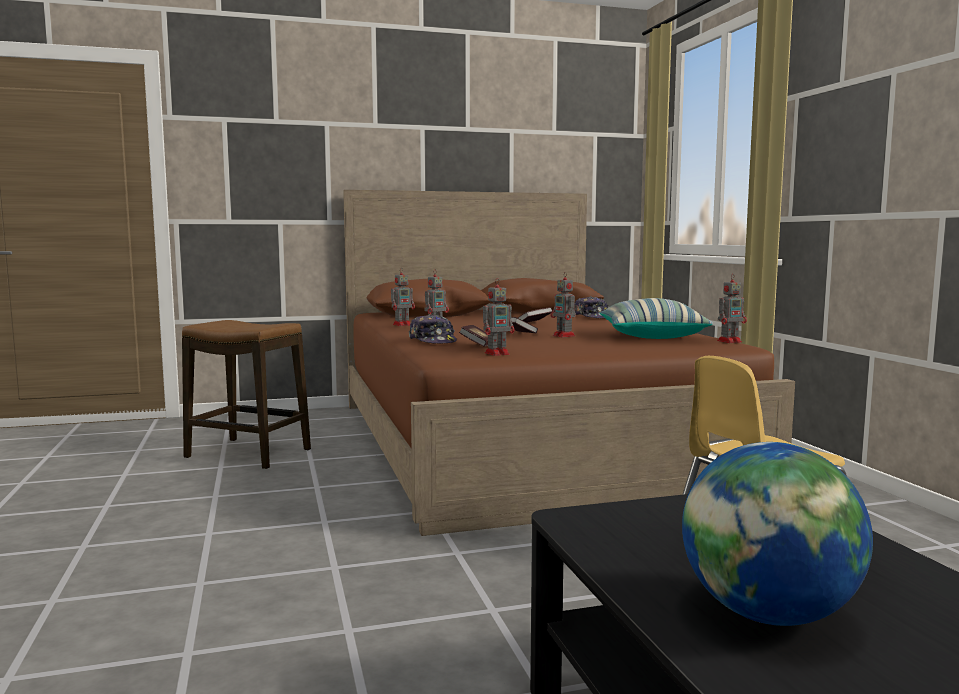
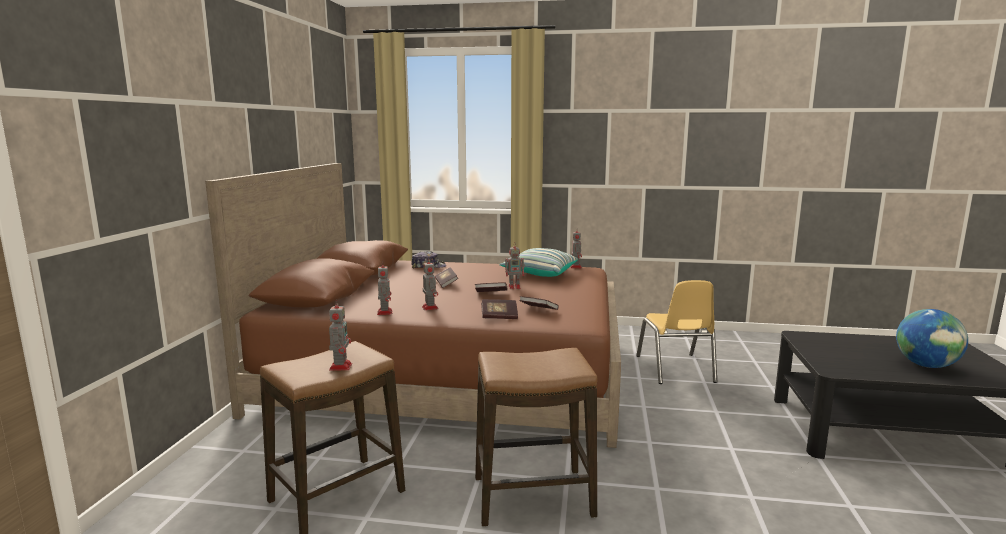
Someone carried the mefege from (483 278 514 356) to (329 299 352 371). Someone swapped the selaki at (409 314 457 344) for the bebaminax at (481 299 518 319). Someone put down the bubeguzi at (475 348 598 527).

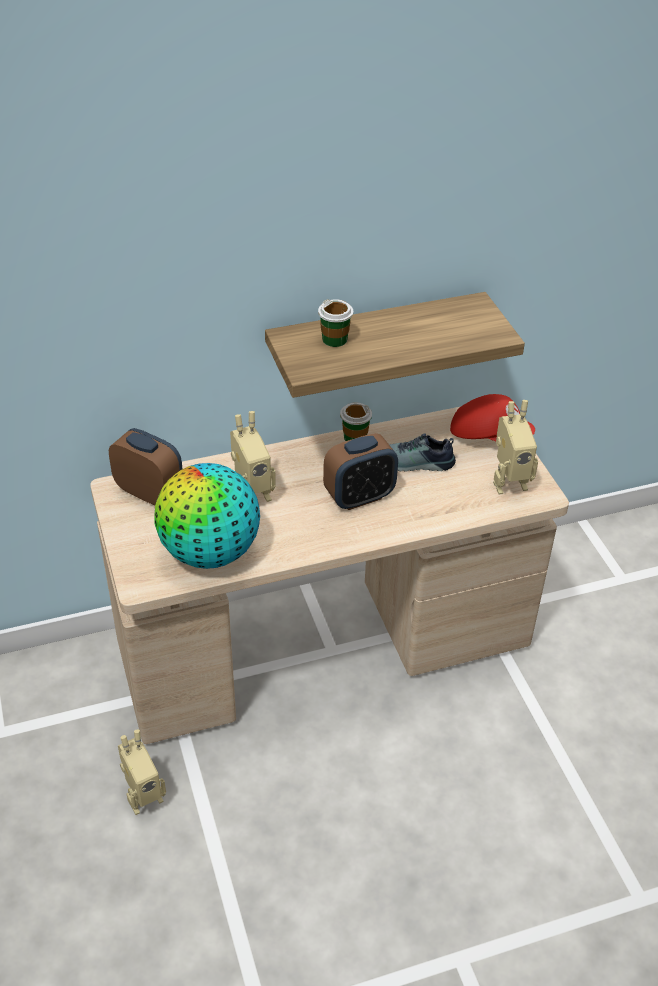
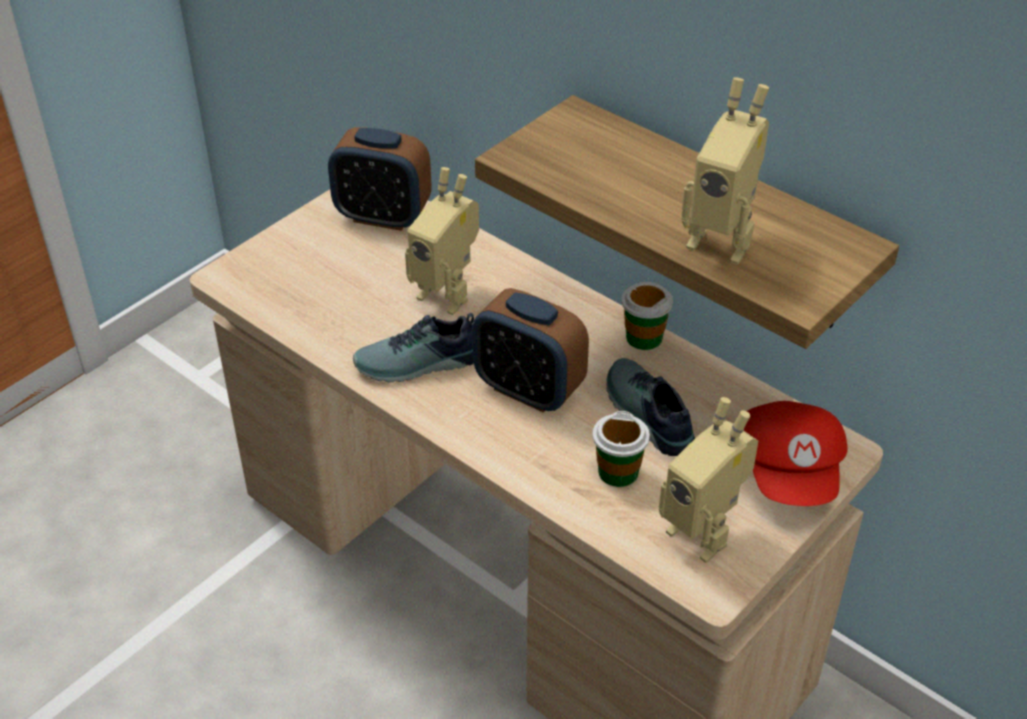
Someone carried the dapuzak from (318 299 353 347) to (593 411 650 487). Someone rotated the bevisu at (109 428 182 505) by 105 degrees clockwise. Someone took away the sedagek at (155 463 260 569). Someone carried the mefege from (118 729 166 815) to (681 77 769 265). Someone put down the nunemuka at (353 313 474 383).

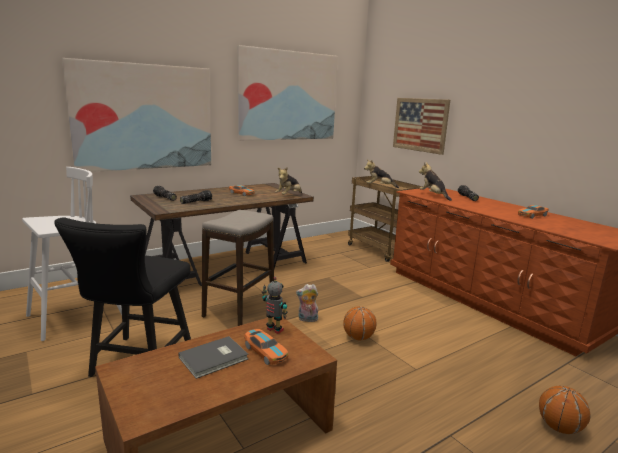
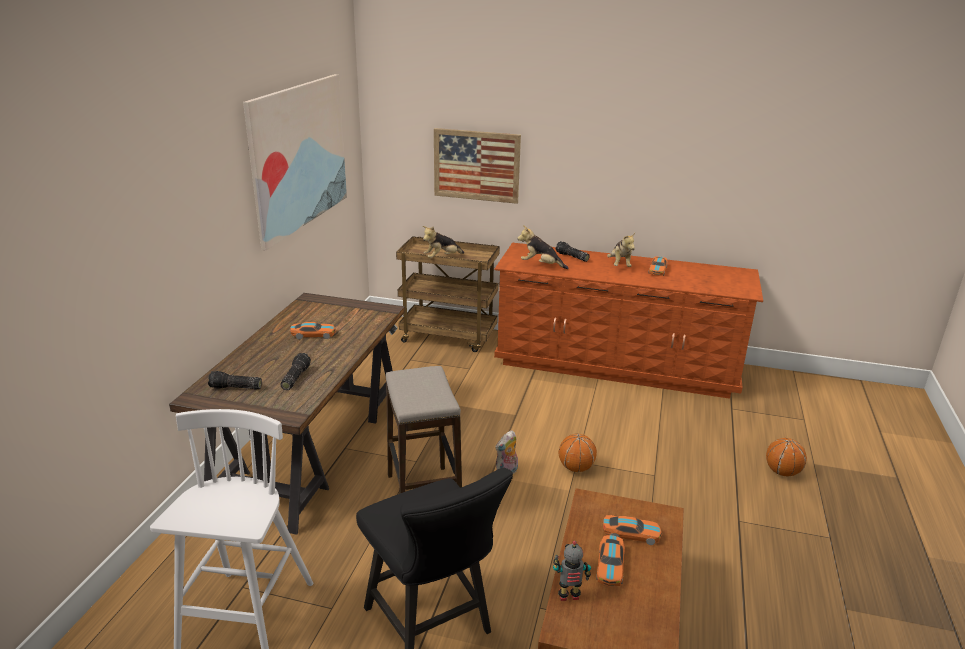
Someone took away the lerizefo at (62 58 211 172). Someone carried the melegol from (275 168 302 195) to (607 233 635 267). Someone carried the mefege from (262 277 288 334) to (553 541 591 601). Someone swapped the grey_bebaminax at (178 336 248 379) for the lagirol at (596 535 625 586).

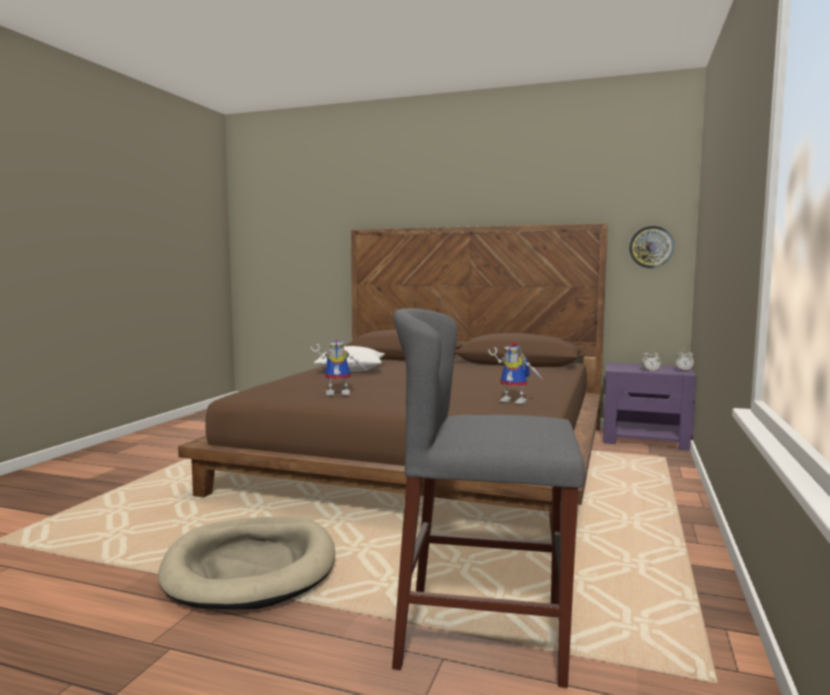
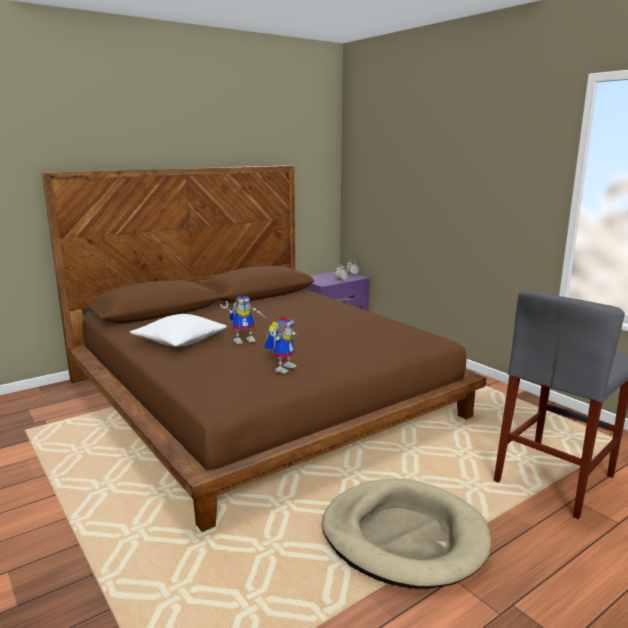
Someone took away the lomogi at (629 226 674 268). Someone carried the mefege from (488 343 544 404) to (220 295 267 344).

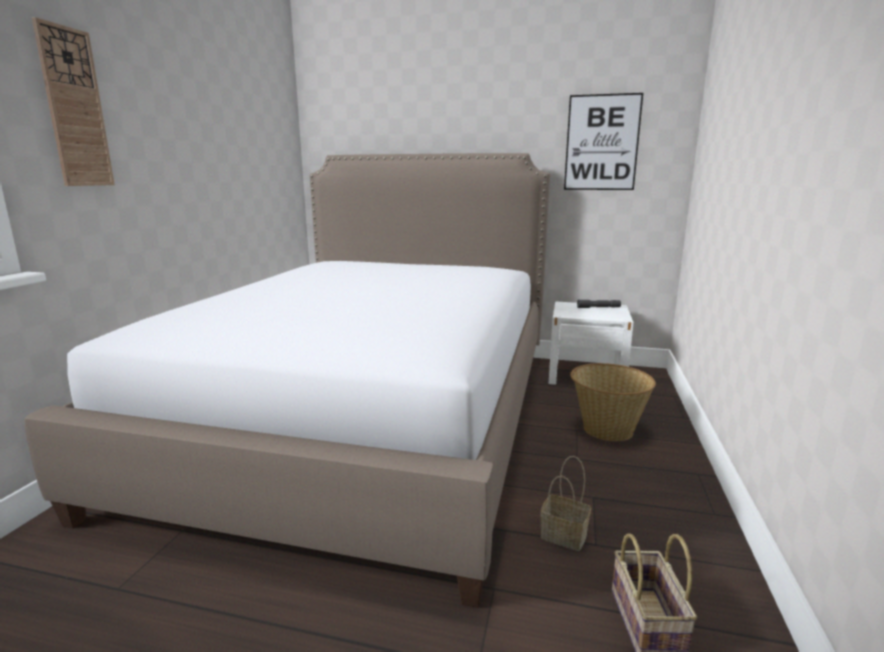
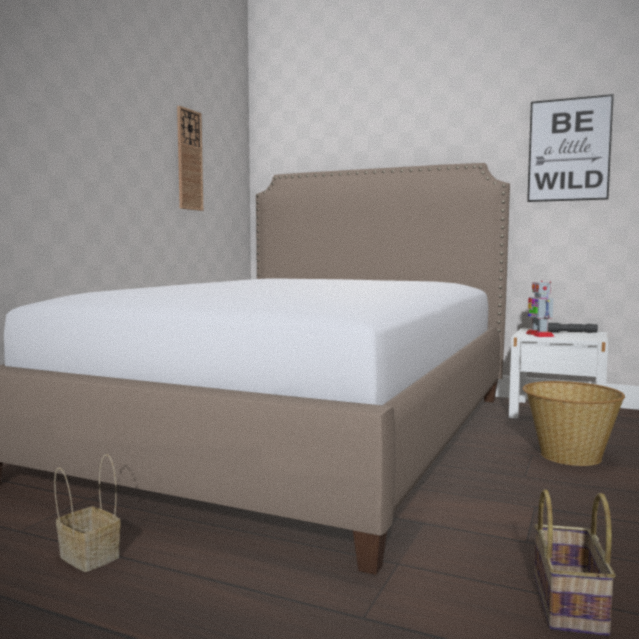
Someone carried the lomogi from (32 17 115 186) to (177 106 203 211). Someone carried the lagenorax from (540 456 591 551) to (54 454 121 572). Someone put down the mefege at (525 281 554 337).

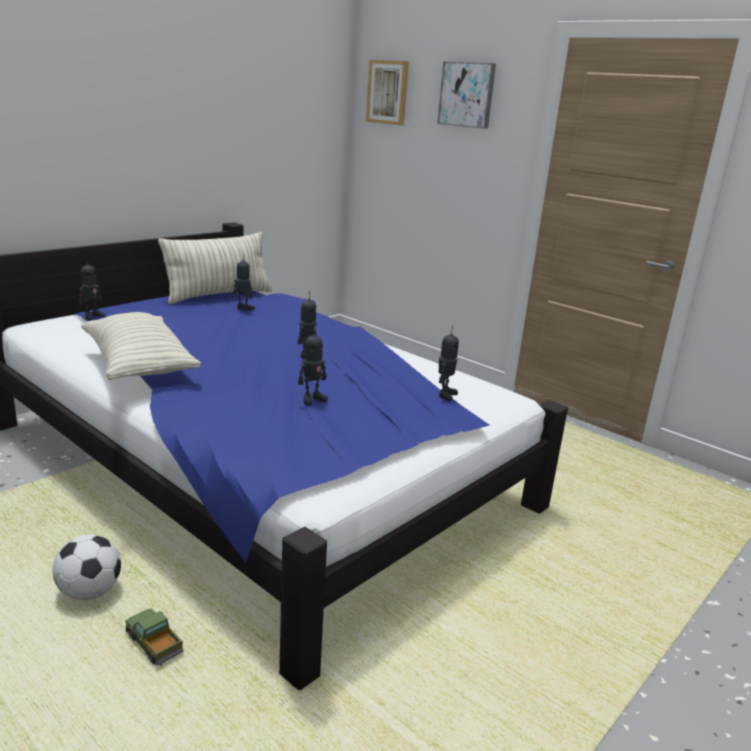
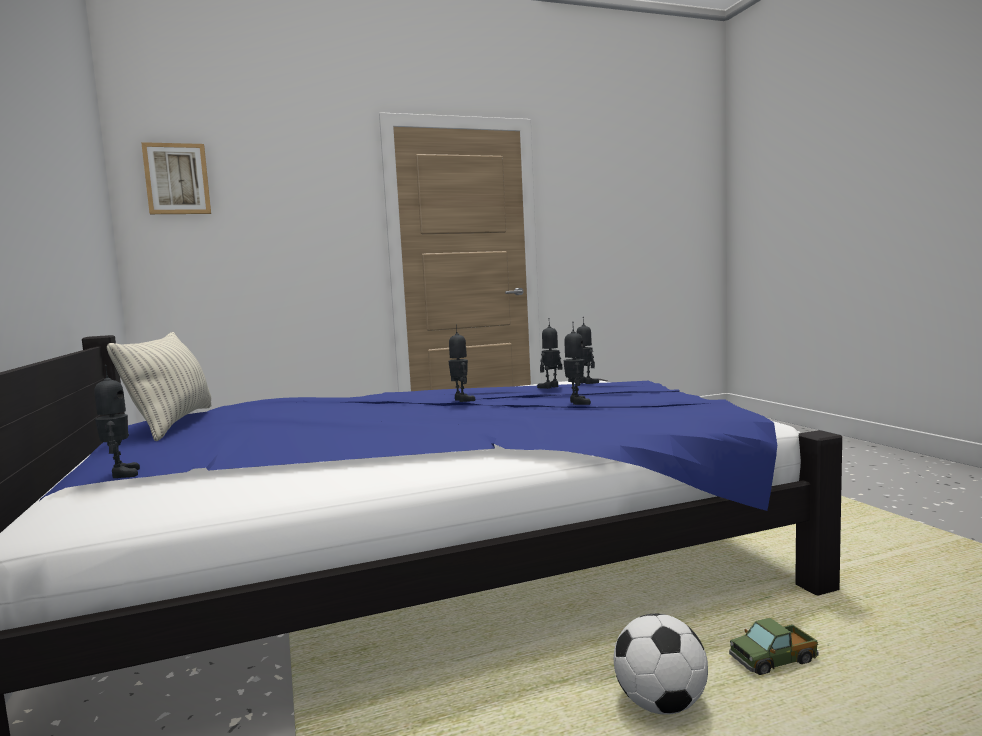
Someone took away the lerizefo at (437 62 496 129). Someone carried the mefege from (233 254 255 311) to (537 318 563 389). Someone took away the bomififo at (81 312 201 380).

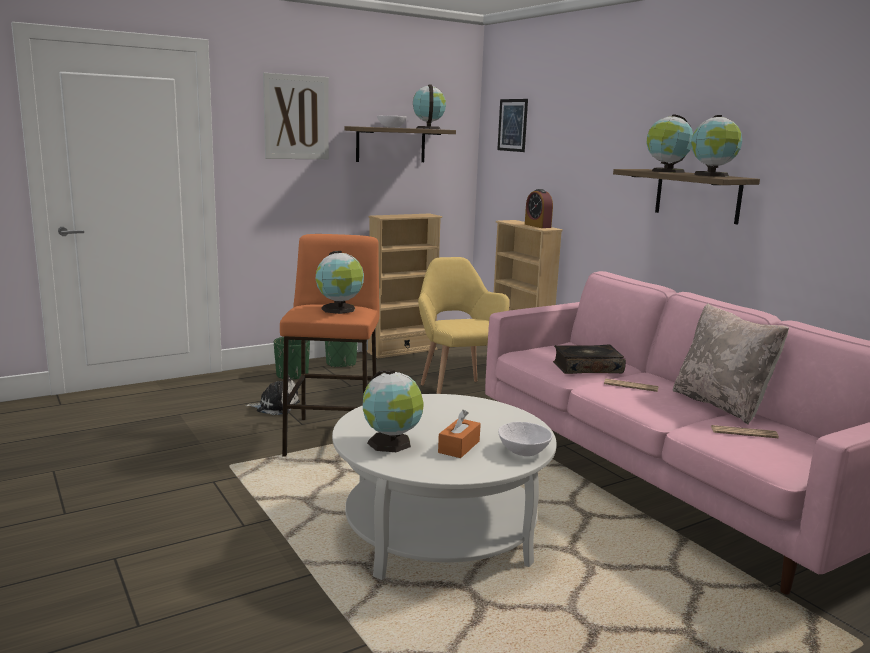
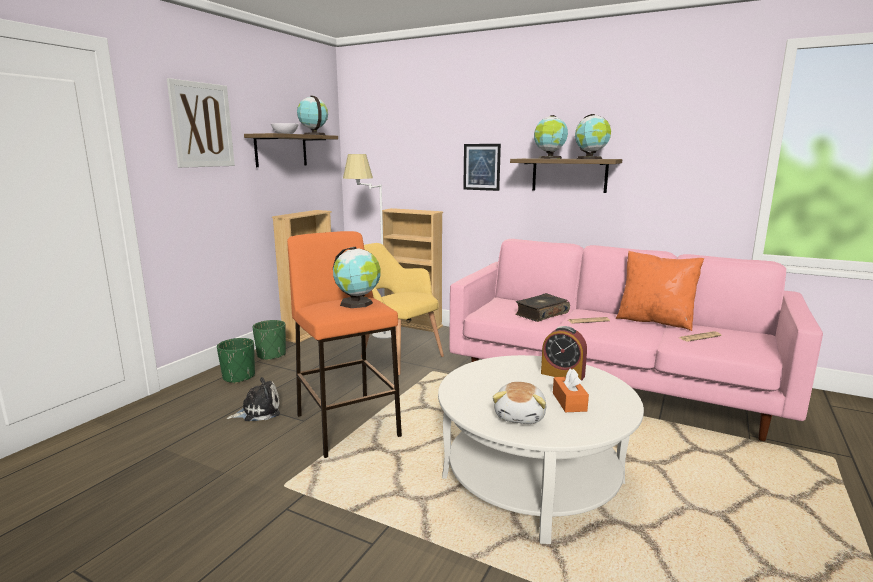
Someone carried the lerizefo from (497 99 528 152) to (463 144 501 191). Someone carried the bevisu from (525 189 553 228) to (541 326 587 381). Someone repainted the beige_bomififo at (673 303 789 425), which became the orange_bomififo at (616 251 704 331). Someone swapped the sedagek at (363 370 424 452) for the melegol at (493 382 546 424). Someone took away the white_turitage at (498 422 552 456). Someone put down the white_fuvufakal at (343 154 391 339).

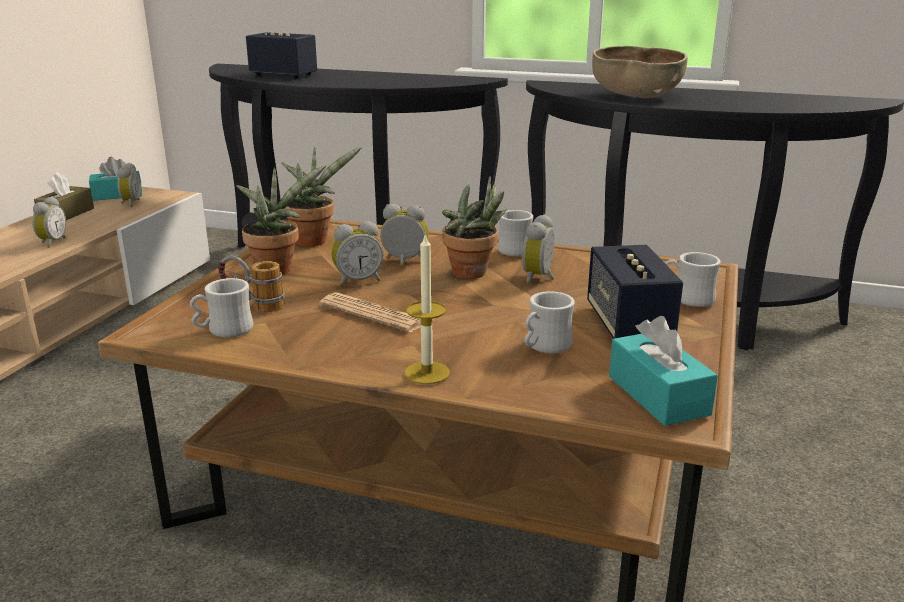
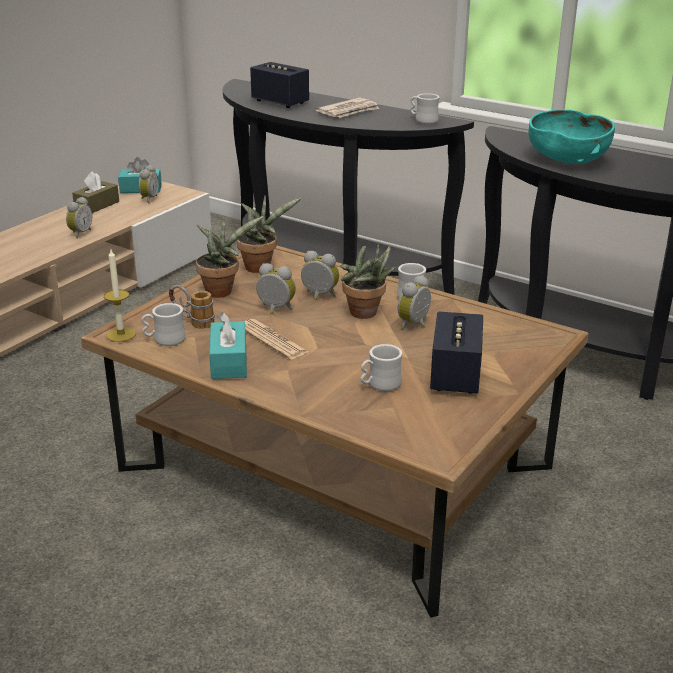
Someone repainted the brown_turitage at (592 46 687 98), which became the turquoise_turitage at (529 110 615 164). Someone rotated the bevisu at (331 221 383 287) by 150 degrees counterclockwise. Someone carried the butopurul from (405 233 450 384) to (104 249 136 342). Someone carried the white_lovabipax from (665 252 721 307) to (410 93 440 124). Someone carried the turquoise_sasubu from (609 316 718 426) to (209 312 247 379). Someone put down the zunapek at (315 98 380 118).

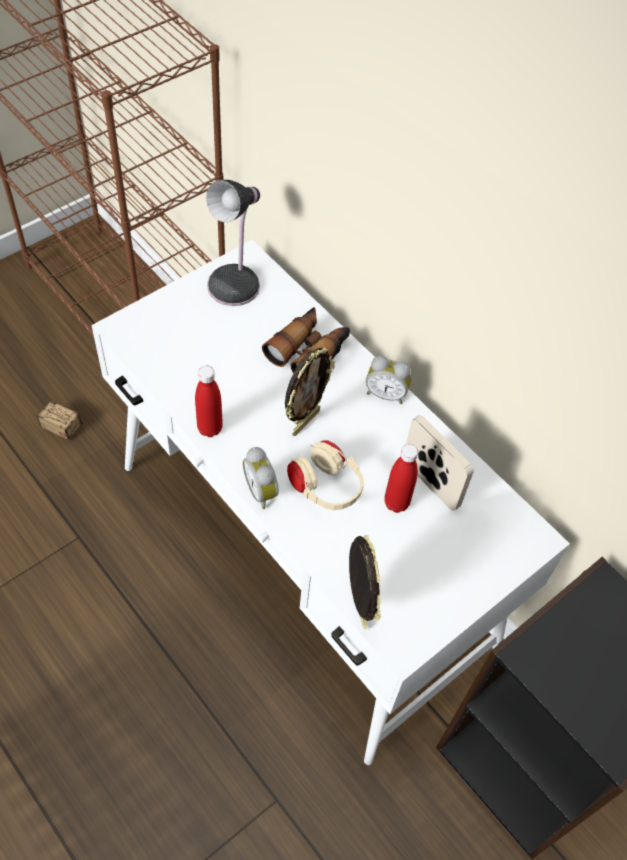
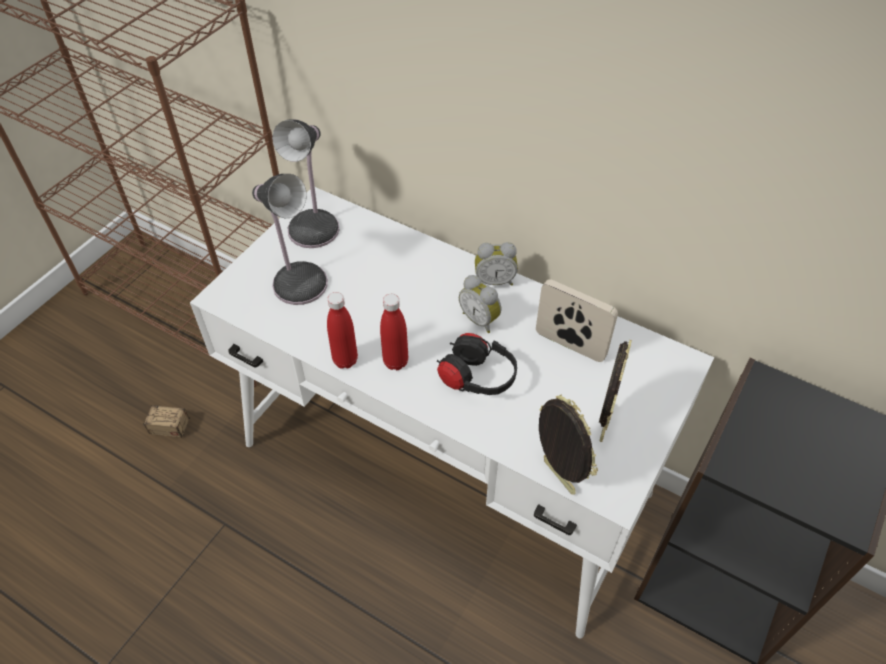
Someone took away the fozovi at (262 307 350 373). Someone carried the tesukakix from (285 347 335 436) to (599 340 632 442). Someone repainted the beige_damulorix at (287 440 364 510), which became the black_damulorix at (437 333 517 395). Someone carried the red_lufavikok from (384 444 418 513) to (380 294 408 370). Someone carried the bevisu from (243 447 279 509) to (459 275 501 333). Someone put down the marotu at (252 174 328 305).

